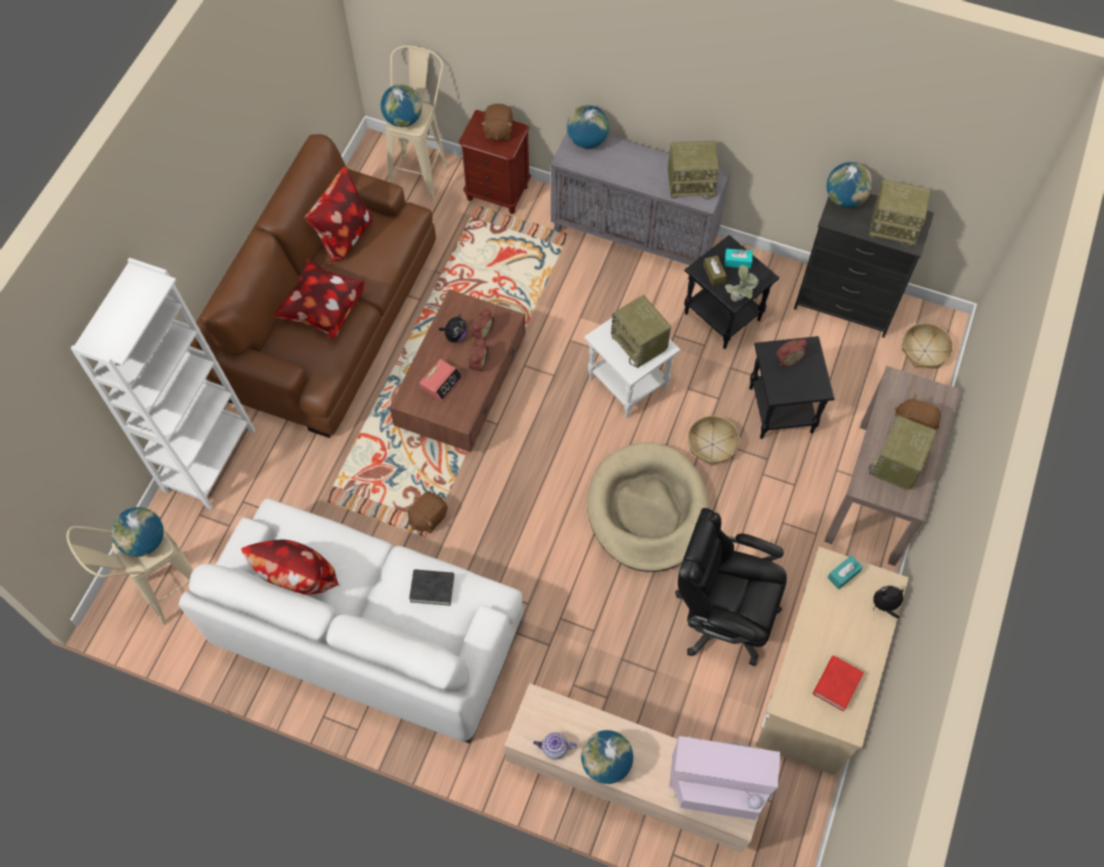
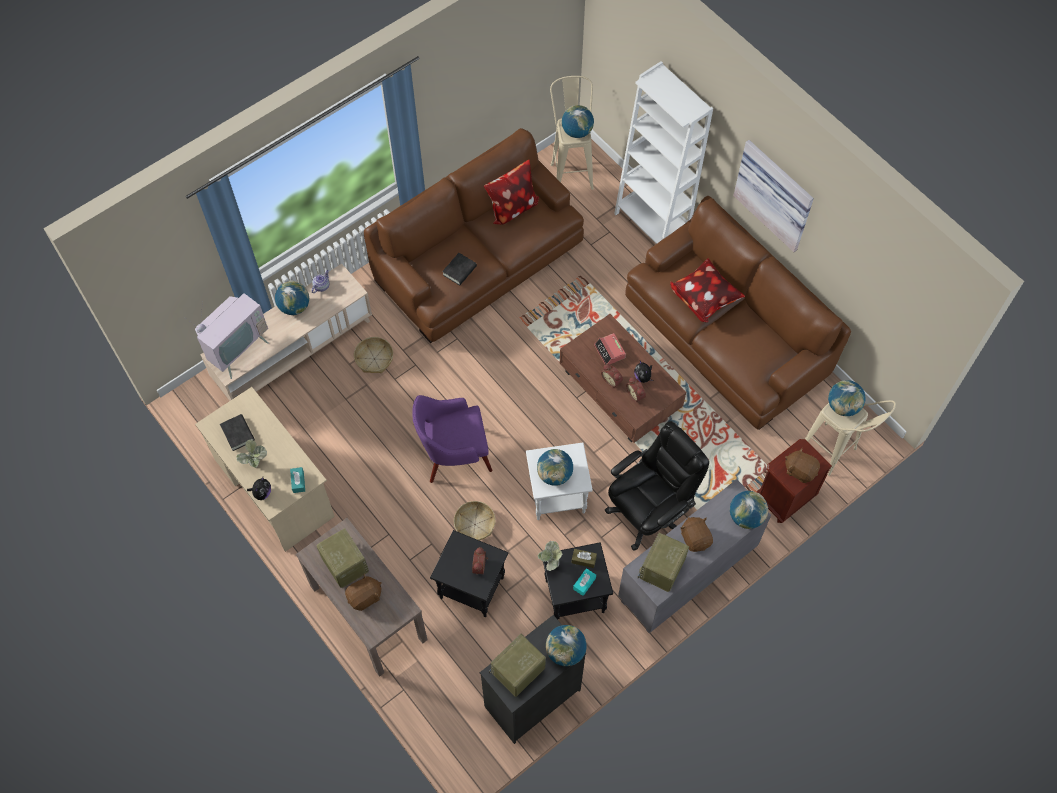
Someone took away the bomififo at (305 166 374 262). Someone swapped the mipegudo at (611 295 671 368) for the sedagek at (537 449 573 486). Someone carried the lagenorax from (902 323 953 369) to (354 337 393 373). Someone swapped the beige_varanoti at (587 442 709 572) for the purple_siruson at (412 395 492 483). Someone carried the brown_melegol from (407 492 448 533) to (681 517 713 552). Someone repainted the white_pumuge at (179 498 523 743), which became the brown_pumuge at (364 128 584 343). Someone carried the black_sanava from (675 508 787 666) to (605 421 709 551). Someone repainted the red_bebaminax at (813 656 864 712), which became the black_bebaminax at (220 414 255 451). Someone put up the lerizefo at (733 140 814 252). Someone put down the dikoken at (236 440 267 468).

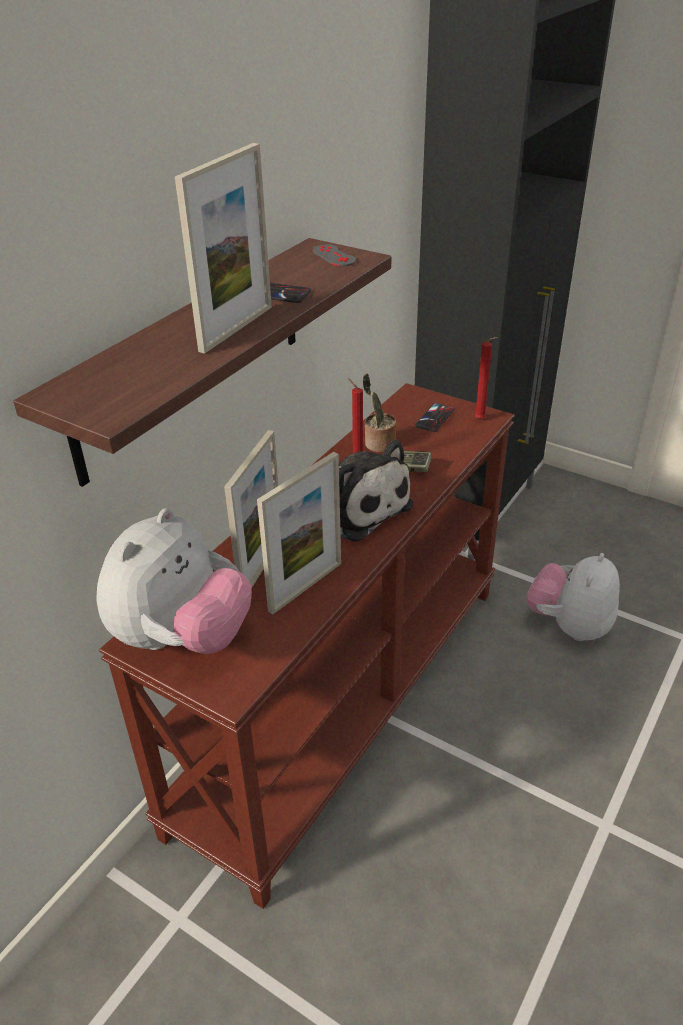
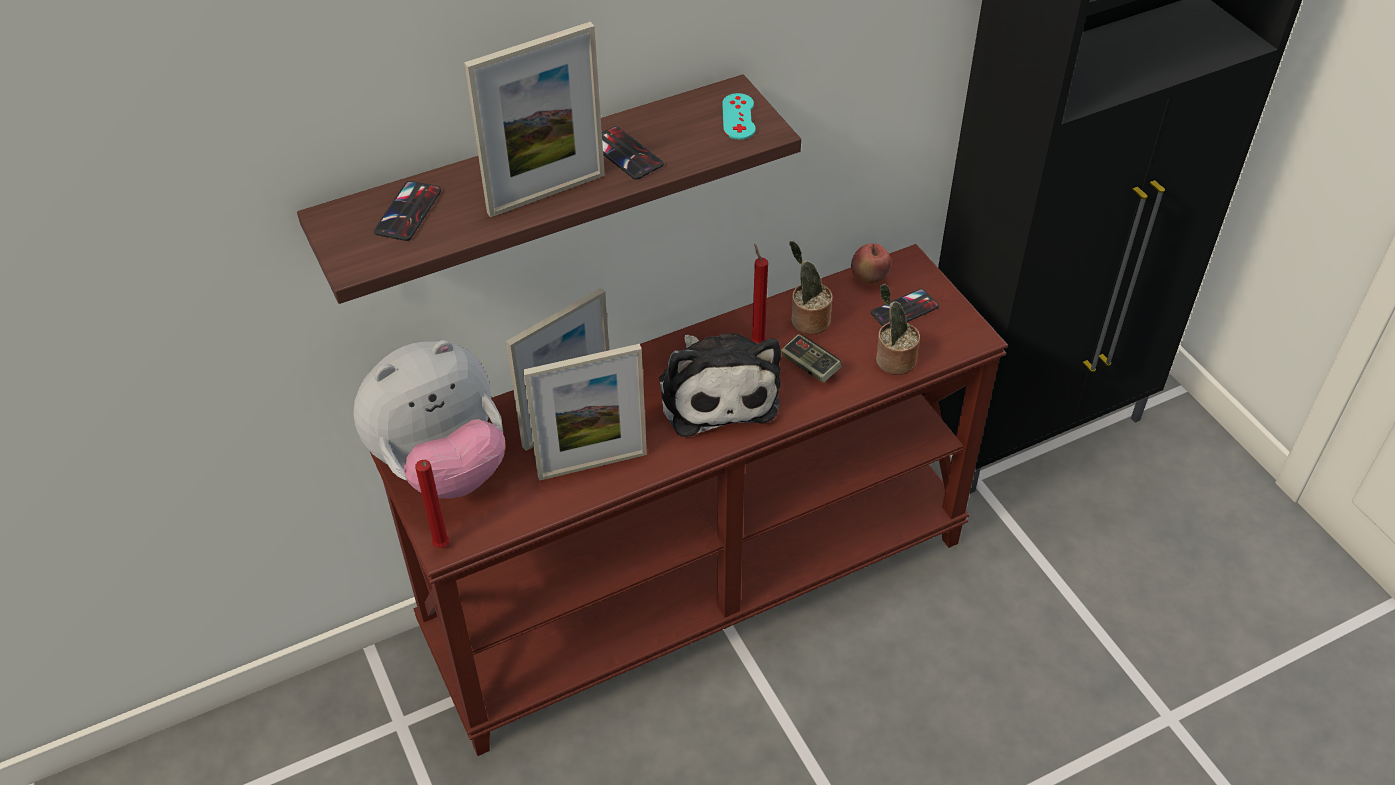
Someone repainted the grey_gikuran at (312 244 356 267), which became the turquoise_gikuran at (722 93 756 140). Someone carried the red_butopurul from (475 337 498 419) to (415 460 449 548). Someone took away the melegol at (526 553 620 641). Someone put down the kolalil at (374 181 441 241). Someone put down the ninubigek at (851 243 891 284). Someone put down the dikoken at (876 284 920 375).

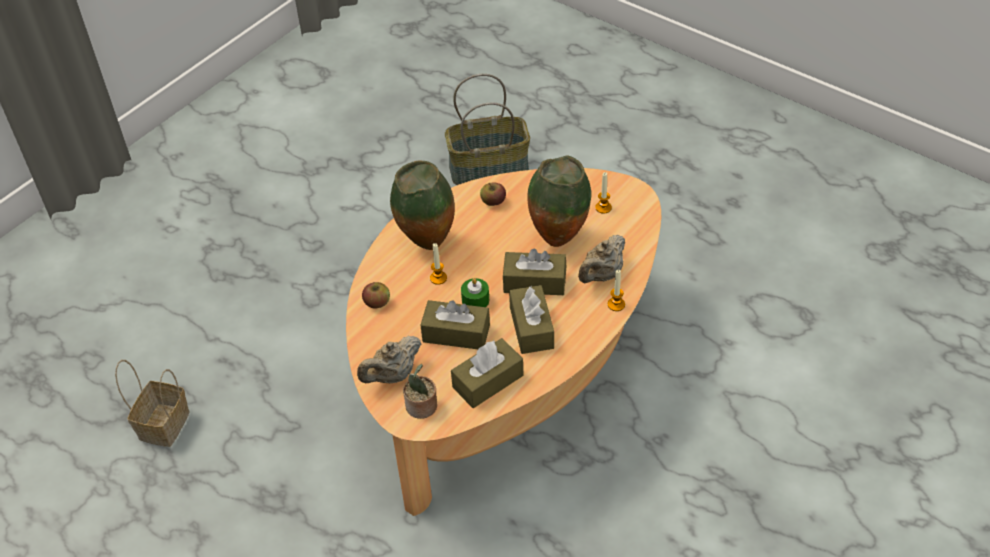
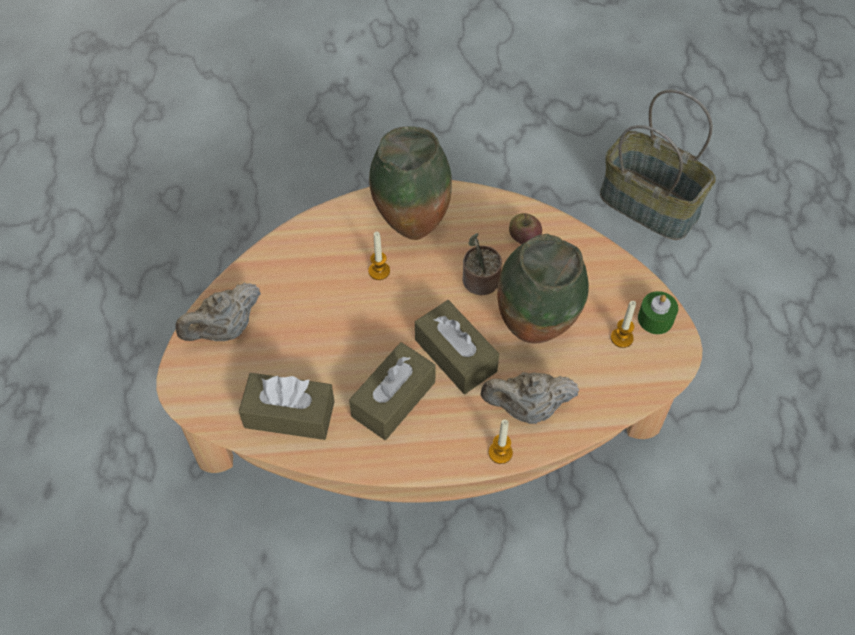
Someone carried the green_butopurul from (461 278 489 307) to (638 291 678 334). Someone took away the ninubigek at (362 282 390 309). Someone took away the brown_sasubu at (421 300 490 349). Someone rotated the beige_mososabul at (357 336 422 383) by 45 degrees counterclockwise. Someone took away the lagenorax at (115 360 190 447). Someone carried the dikoken from (403 364 437 419) to (463 233 502 295).

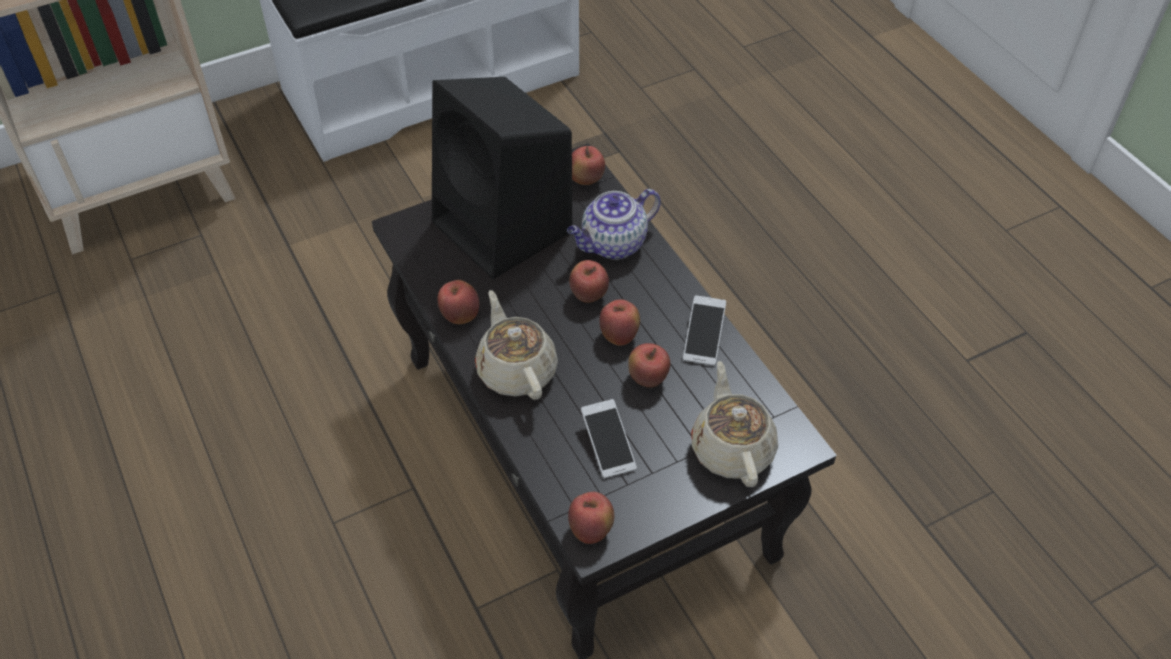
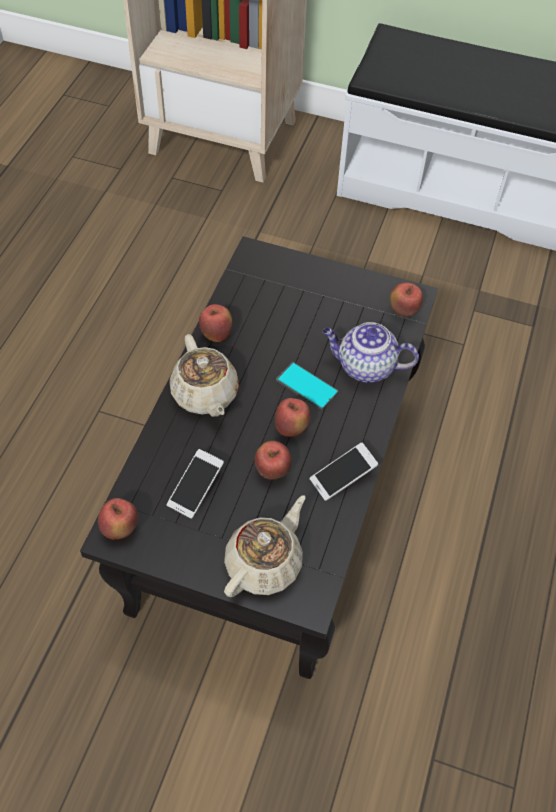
Someone took away the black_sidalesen at (432 77 572 279). Someone swapped the ninubigek at (569 260 609 303) for the kolalil at (276 362 339 410). Someone rotated the beige_mososabul at (475 290 558 400) by 135 degrees clockwise.

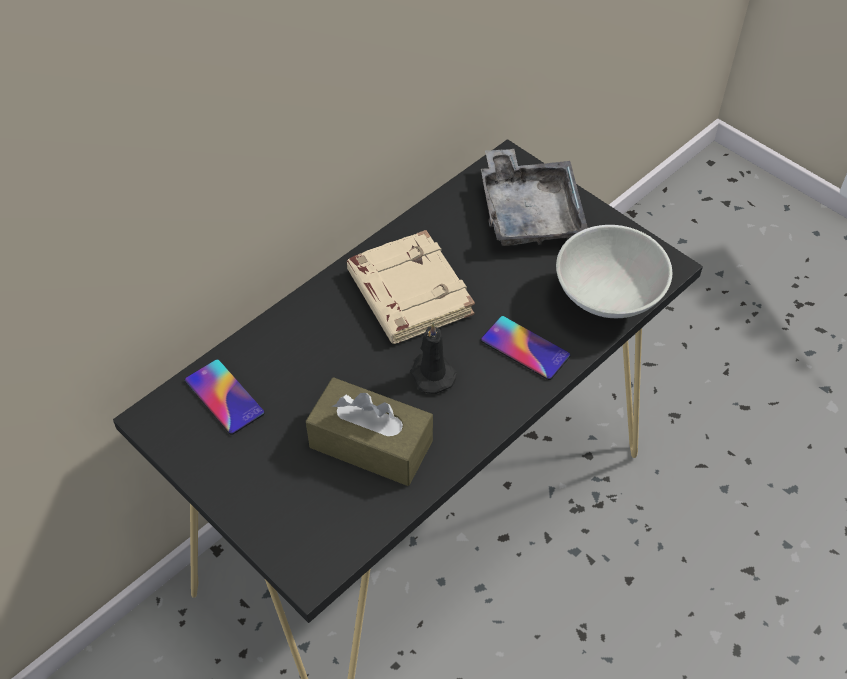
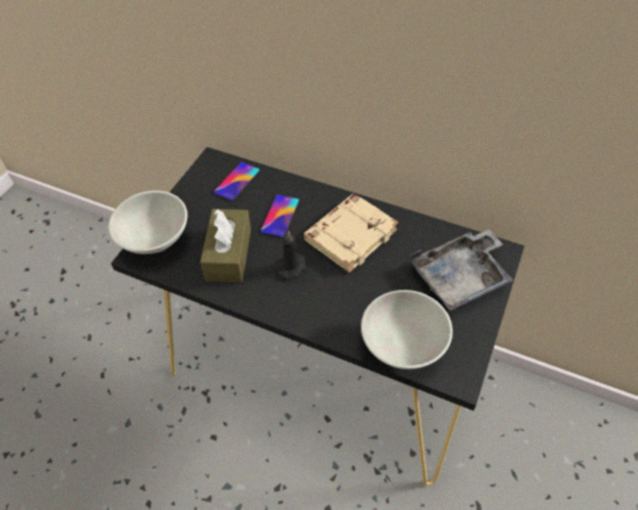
Someone carried the kolalil from (481 316 570 380) to (260 195 299 238). Someone put down the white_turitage at (108 191 187 254).

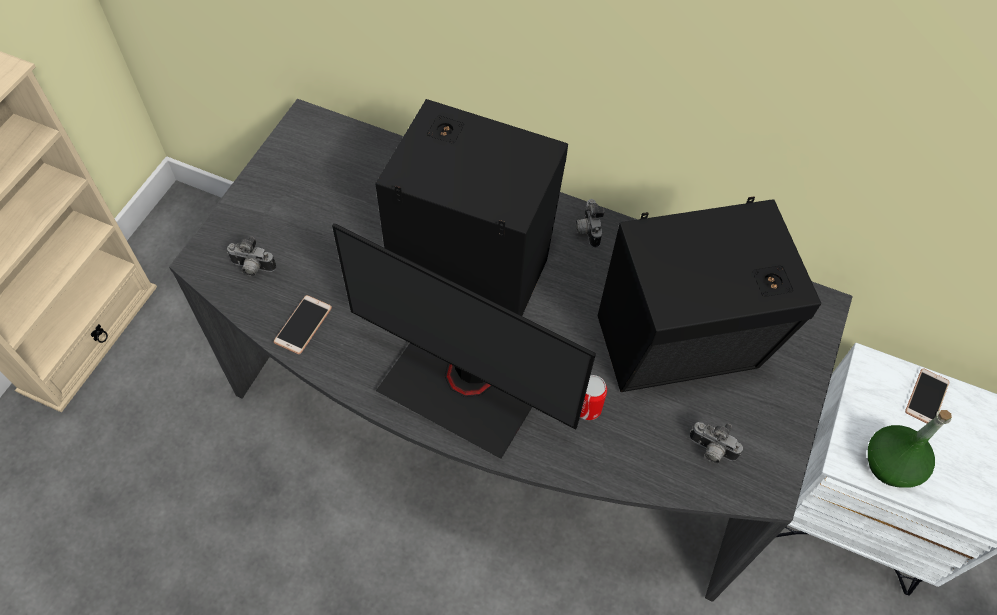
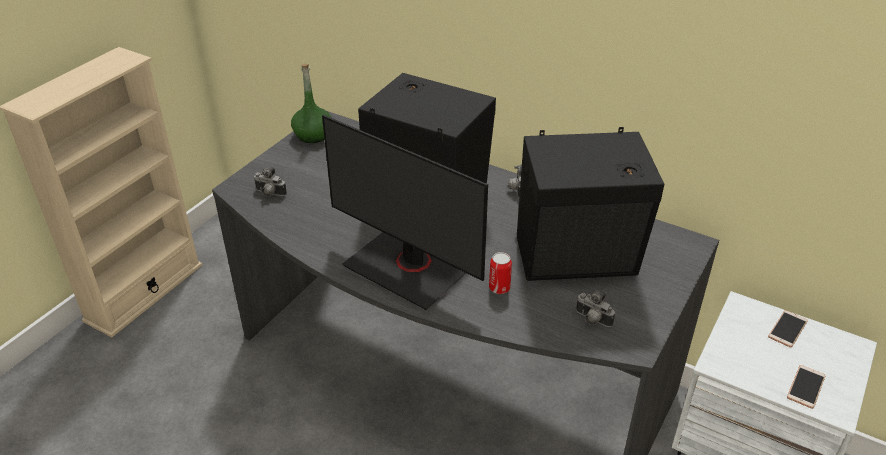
Someone carried the kolalil from (274 295 332 354) to (787 365 825 409). Someone carried the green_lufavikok from (868 410 952 487) to (291 64 332 143).

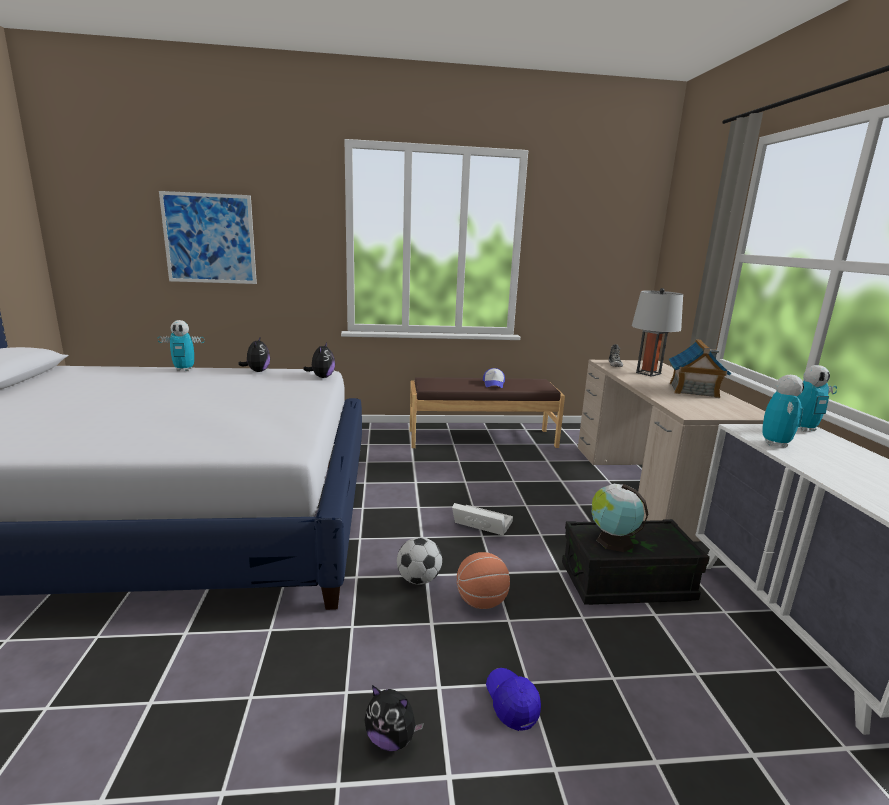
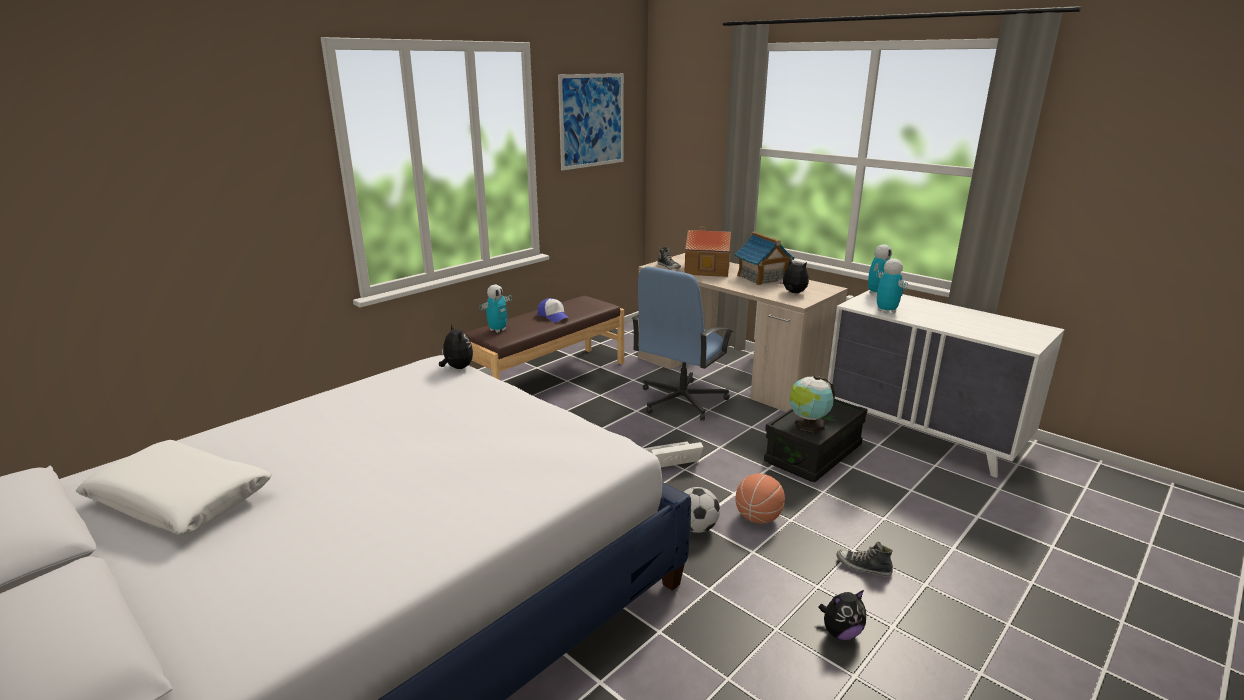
Someone carried the lerizefo from (159 191 257 284) to (558 73 624 171). Someone swapped the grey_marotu at (632 288 683 377) for the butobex at (684 227 731 277). Someone carried the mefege from (158 320 204 371) to (479 285 512 333). Someone carried the melegol from (238 336 270 372) to (778 259 809 293). Someone swapped the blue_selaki at (486 668 541 731) for the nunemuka at (836 542 893 577). Someone put down the blue_sanava at (632 266 733 421). Someone put down the white_bomififo at (76 440 272 535).

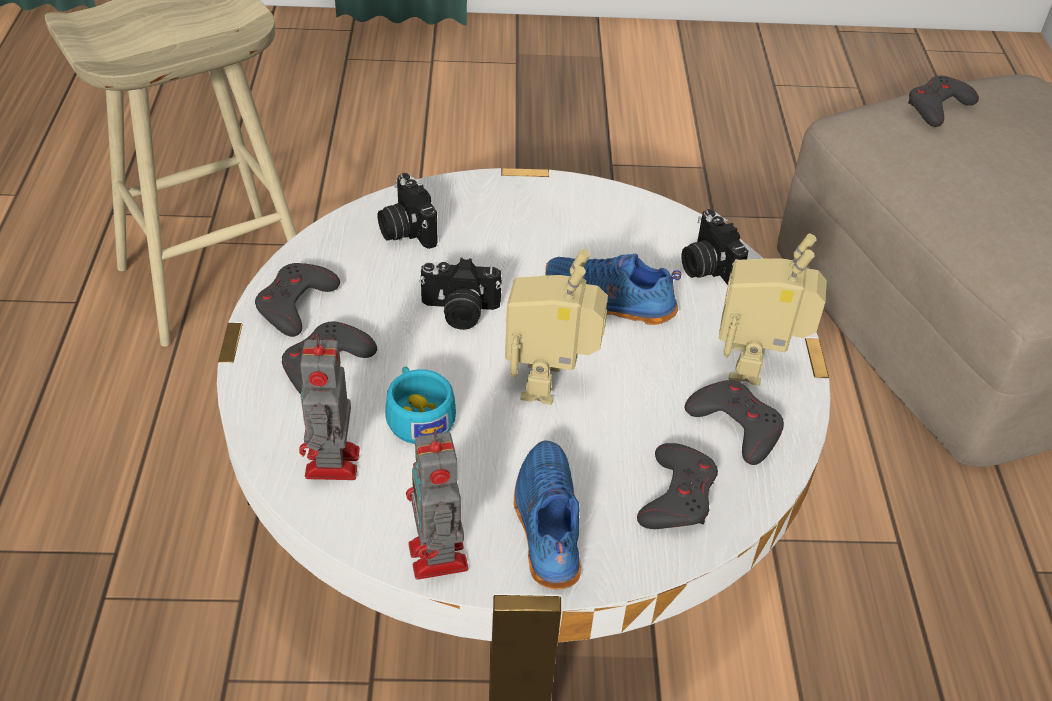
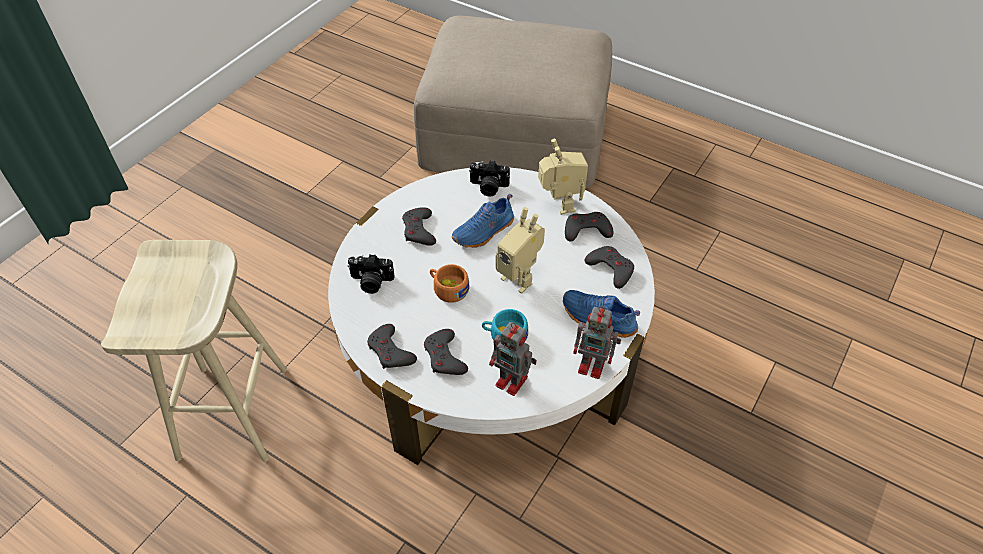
Someone carried the grey_gikuran from (908 76 979 127) to (402 207 436 246). Someone rotated the mefege at (719 234 827 386) by 150 degrees counterclockwise. Someone swapped the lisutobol at (419 258 502 330) for the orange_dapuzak at (430 264 469 303).

